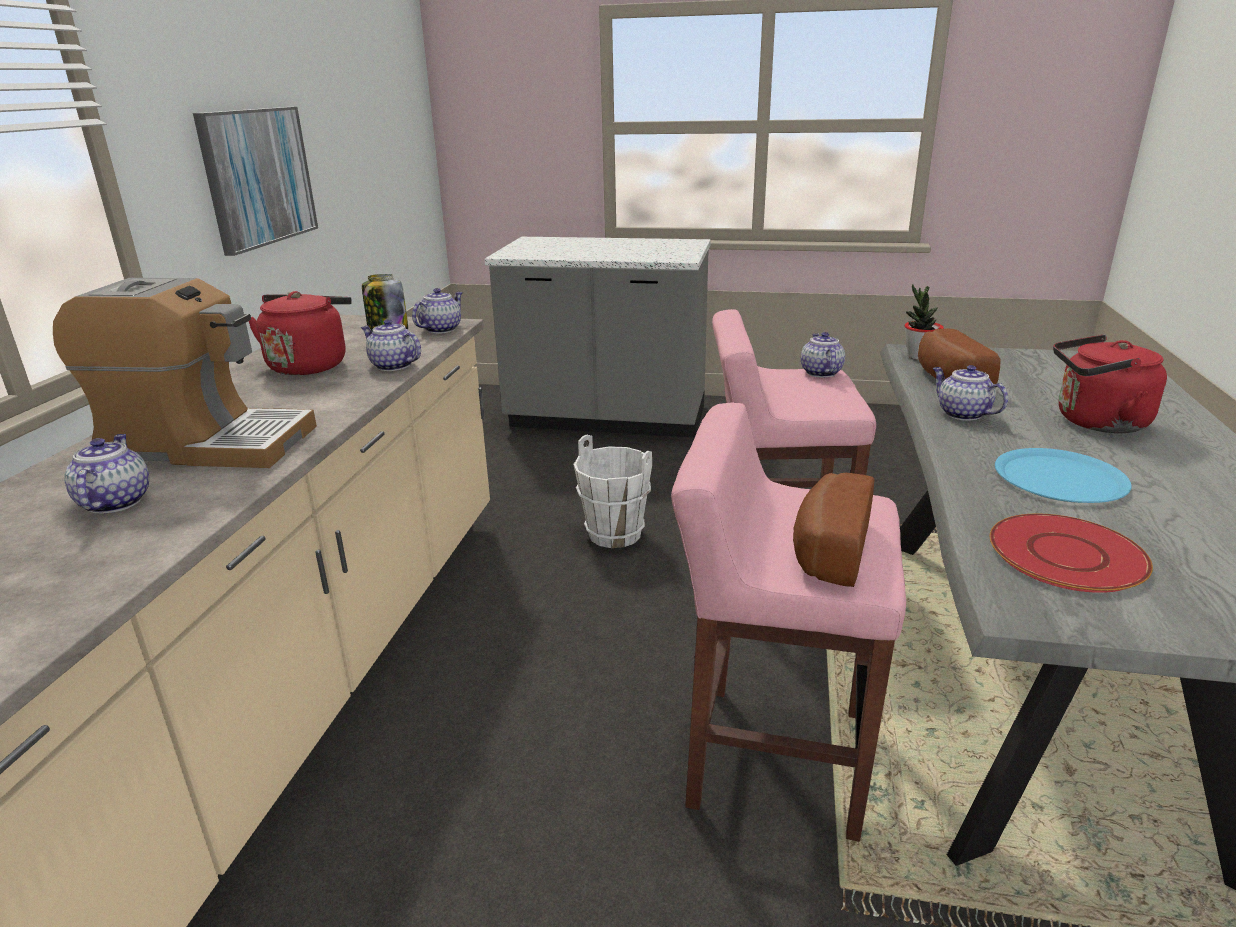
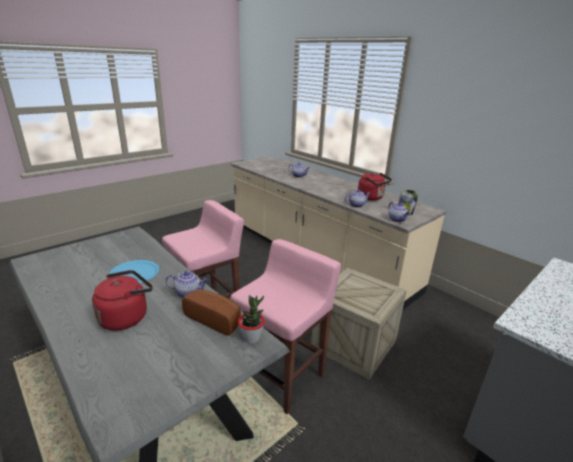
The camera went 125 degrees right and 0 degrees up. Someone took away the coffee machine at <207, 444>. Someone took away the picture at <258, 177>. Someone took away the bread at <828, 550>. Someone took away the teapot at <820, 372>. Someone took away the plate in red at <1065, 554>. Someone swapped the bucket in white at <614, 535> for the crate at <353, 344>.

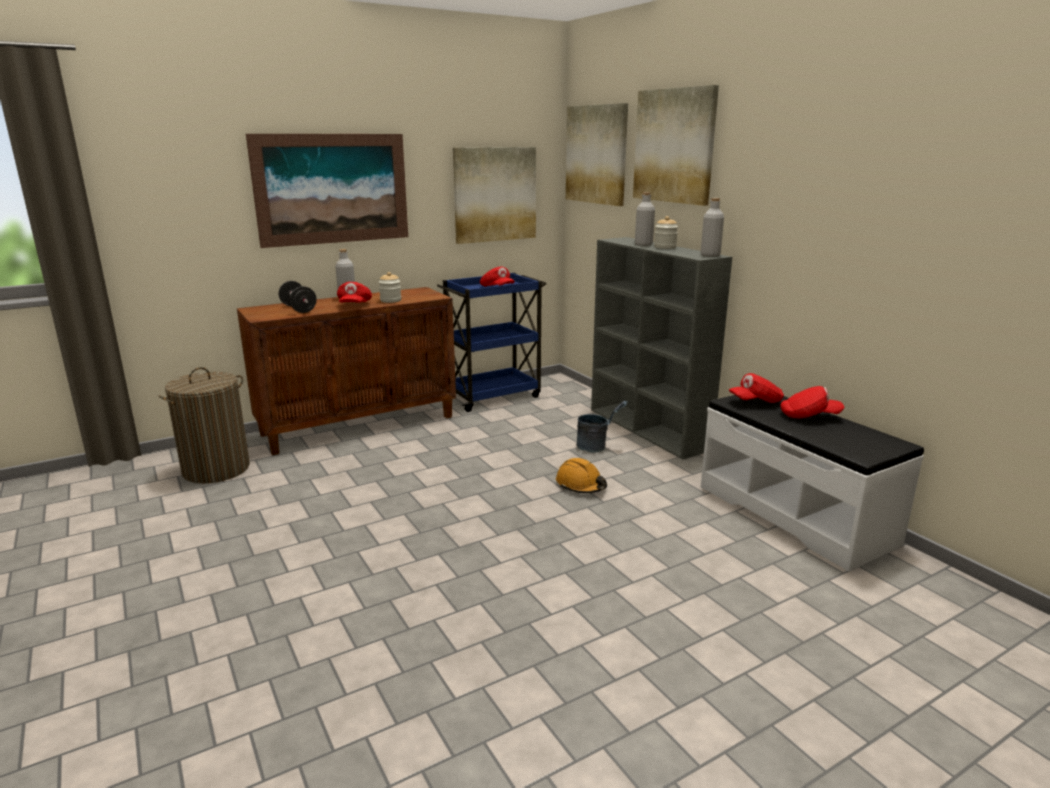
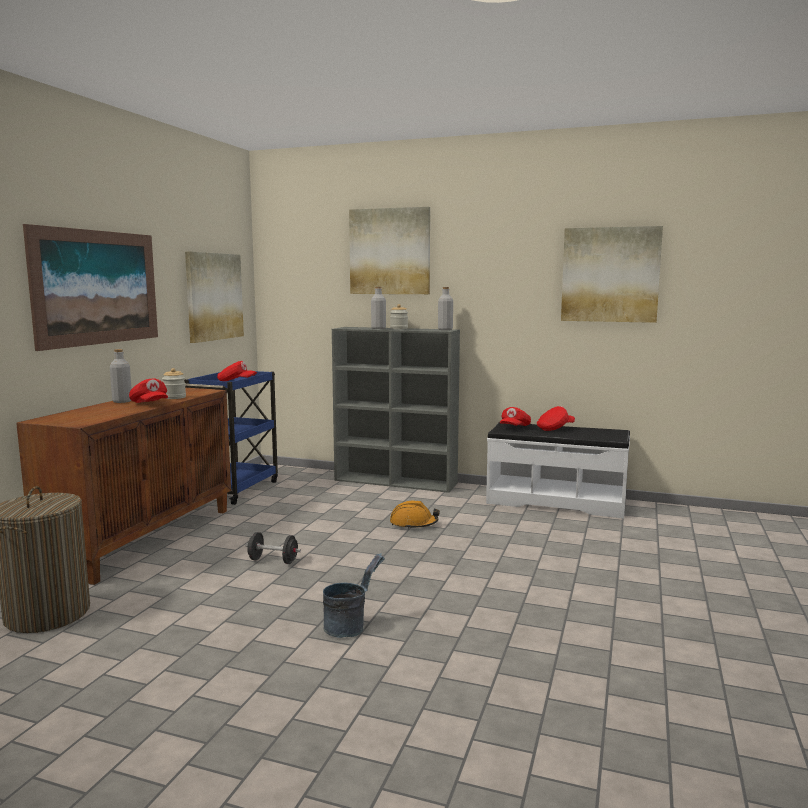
The camera went 40 degrees left and 10 degrees down. Someone carried the dumbbell in black from <298, 309> to <273, 561>. Someone carried the picture from <596, 154> to <610, 275>. Someone carried the bucket in grey from <597, 447> to <350, 626>.

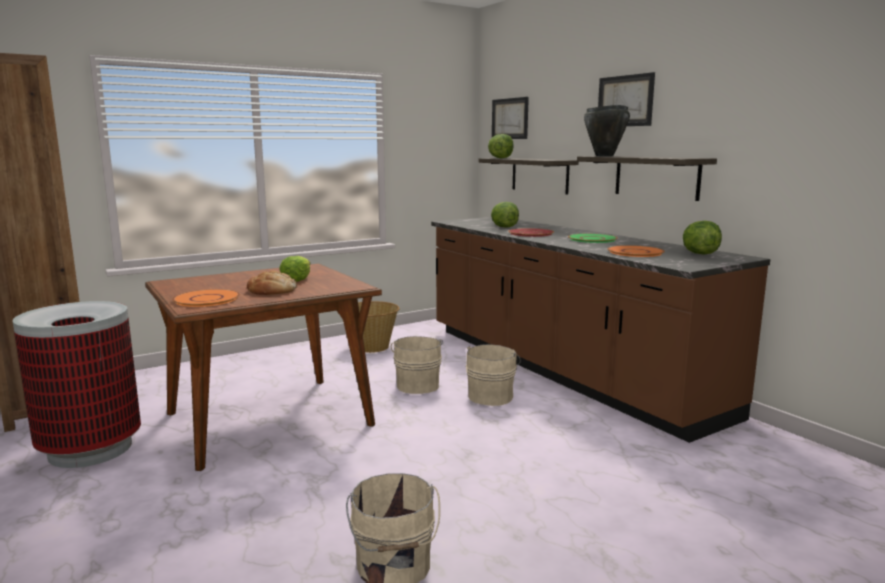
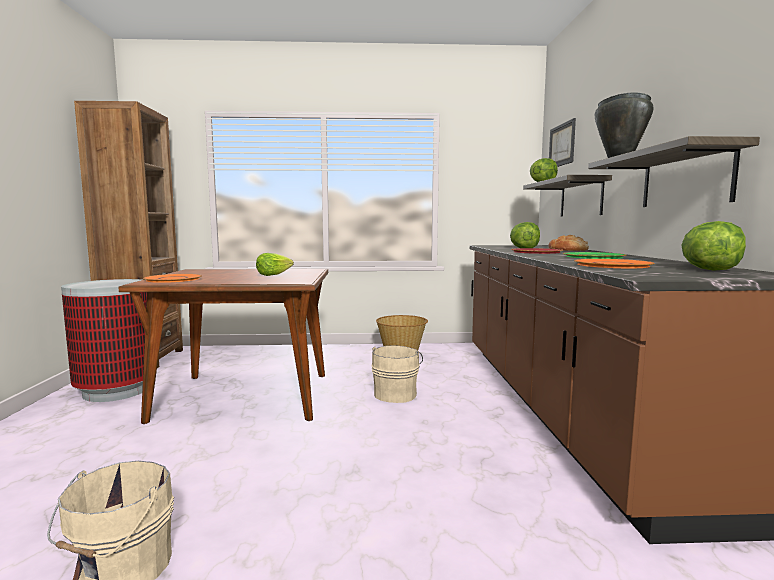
The camera went 30 degrees right and 5 degrees down. Someone took away the bucket in beige at <491, 396>. Someone took away the picture at <625, 101>. Someone carried the bread from <272, 290> to <568, 250>.

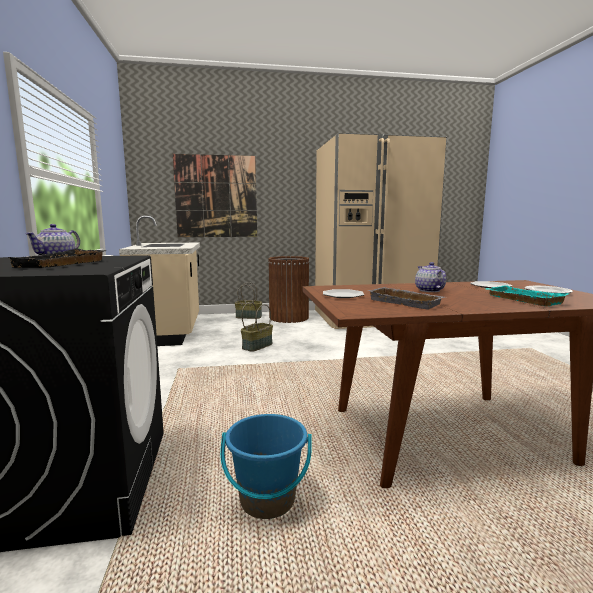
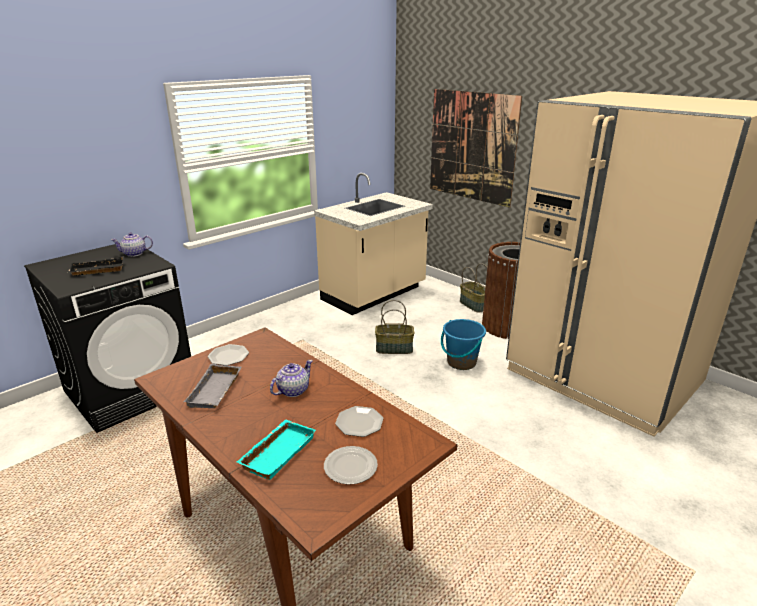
The camera went 55 degrees right and 15 degrees up. Someone carried the bucket in blue from <267, 500> to <461, 362>.

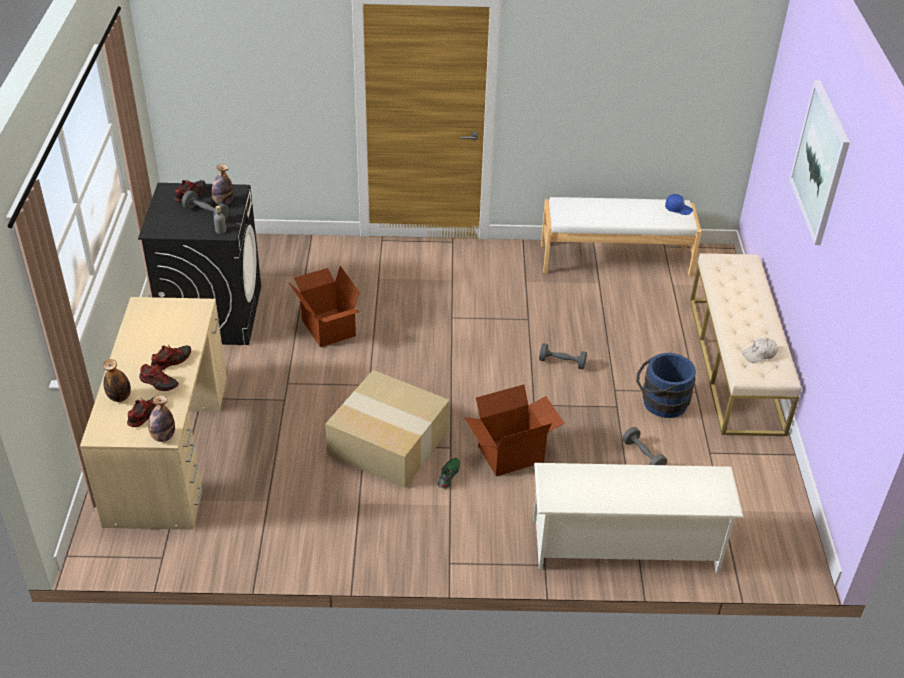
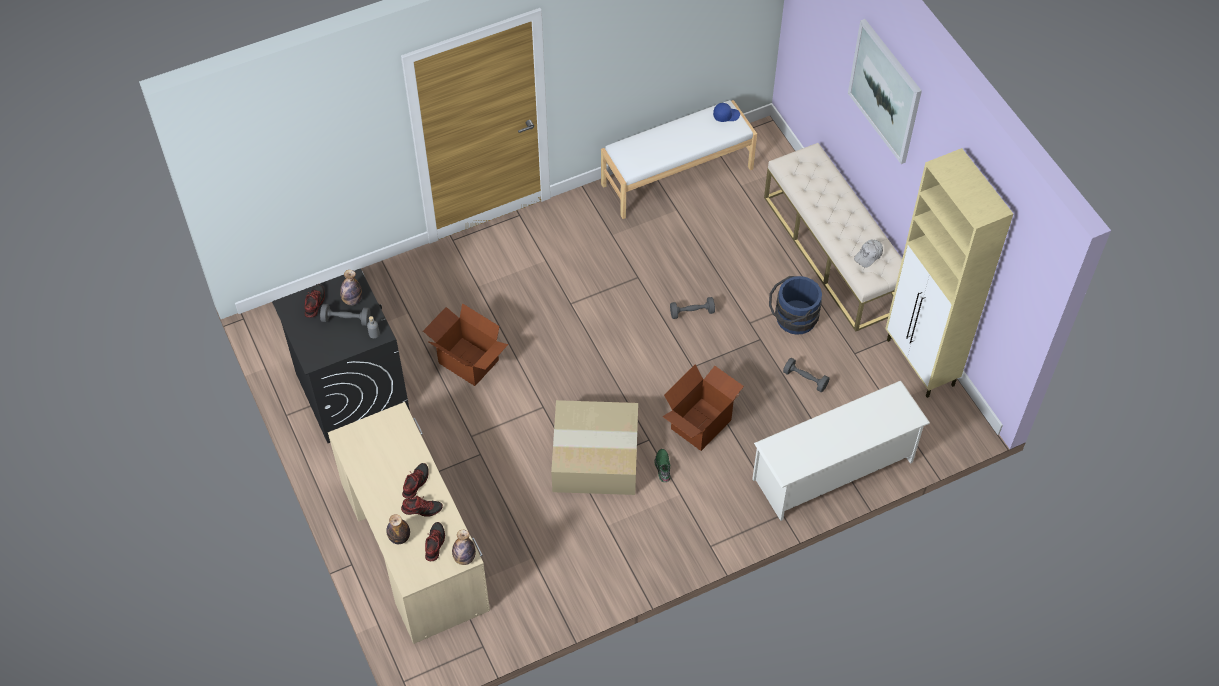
The camera went 25 degrees left and 15 degrees up. Someone put down the cabinet in beige at <920, 363>.

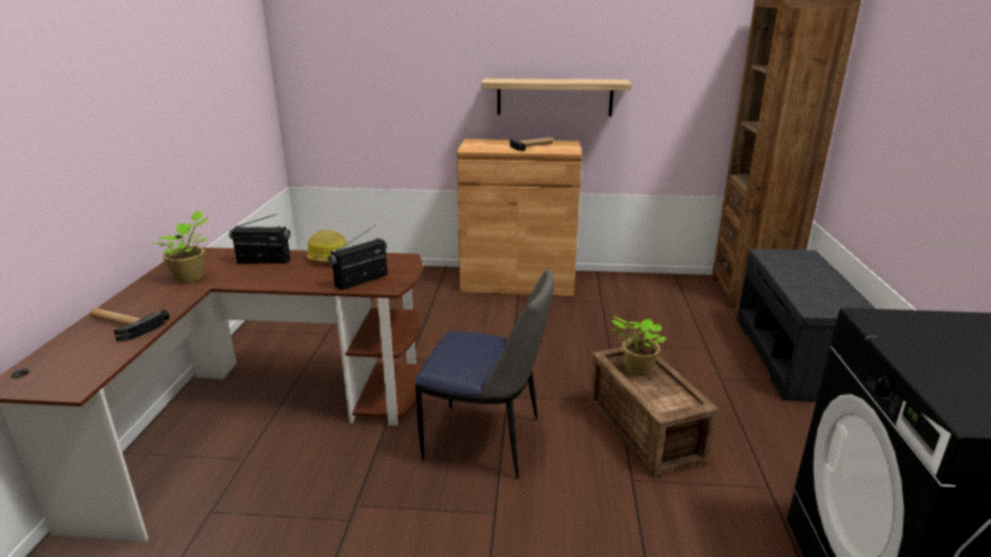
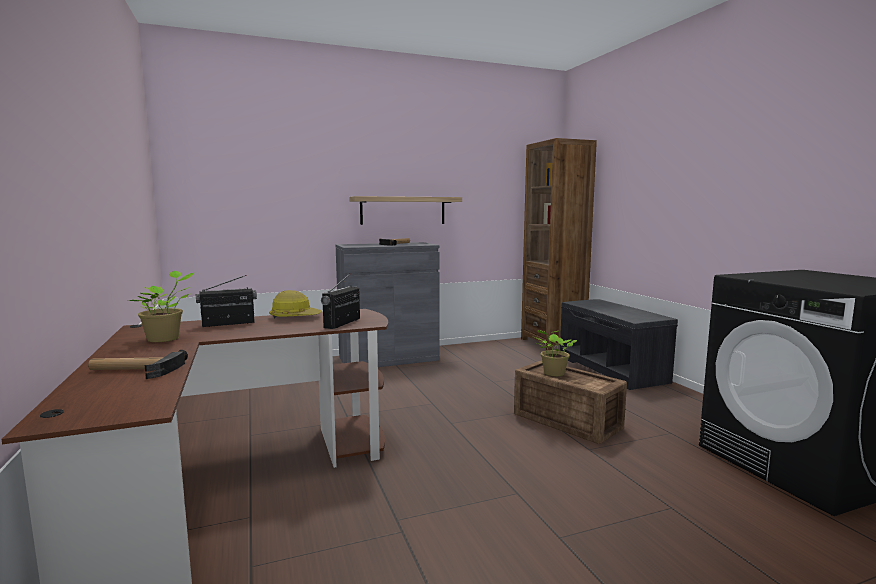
The camera went 25 degrees left and 15 degrees down. Someone took away the chair at <486, 440>. Someone repainted the cabinet in brown at <517, 282>, which became the cabinet in grey at <388, 358>.

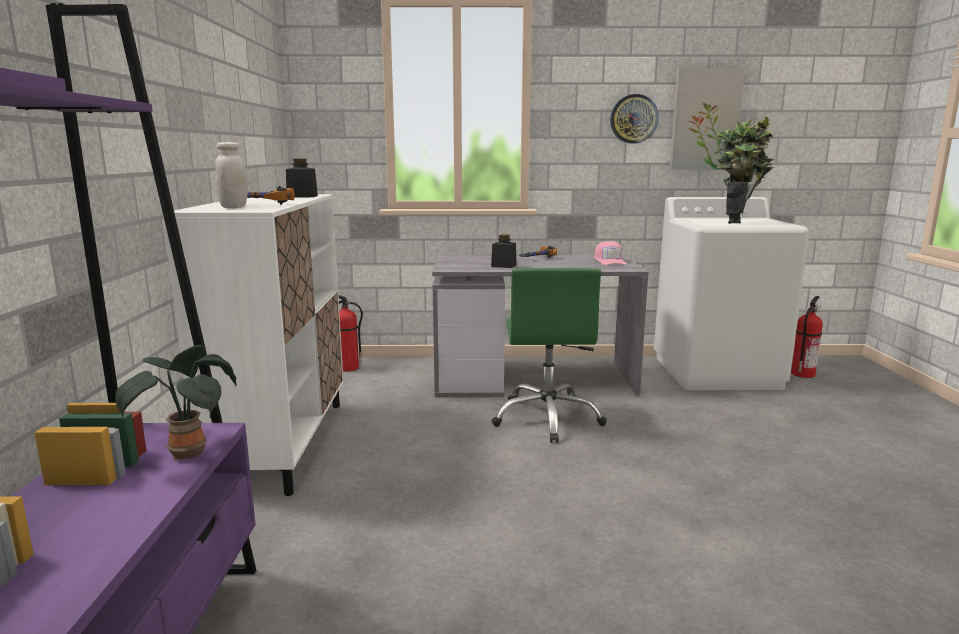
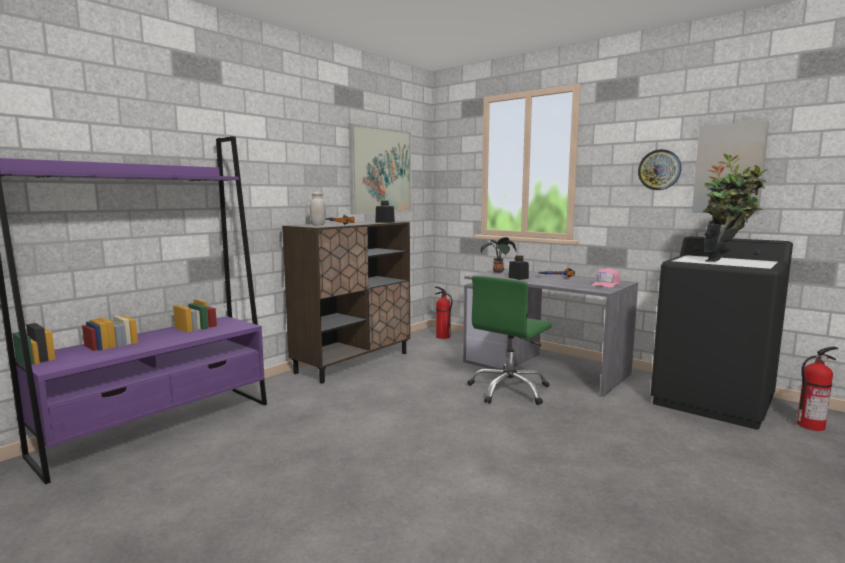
The camera went 40 degrees right and 5 degrees down. Someone put up the picture at <380, 171>. Someone carried the potted plant from <188, 452> to <498, 272>. Someone repainted the cabinet in white at <283, 443>, which became the cabinet in brown at <353, 362>. Someone repainted the washing machine in white at <717, 372>, which became the washing machine in black at <713, 401>.

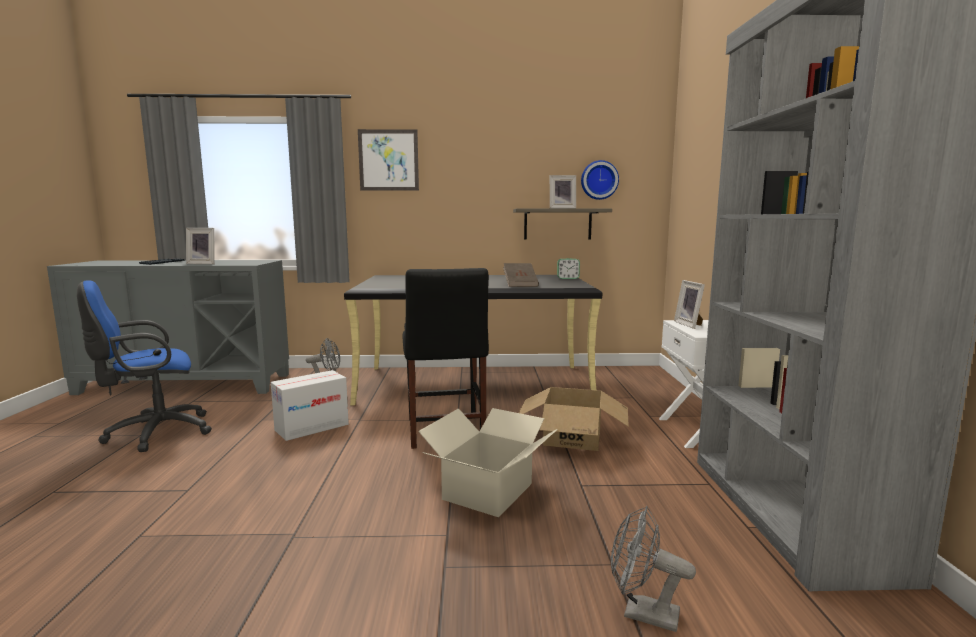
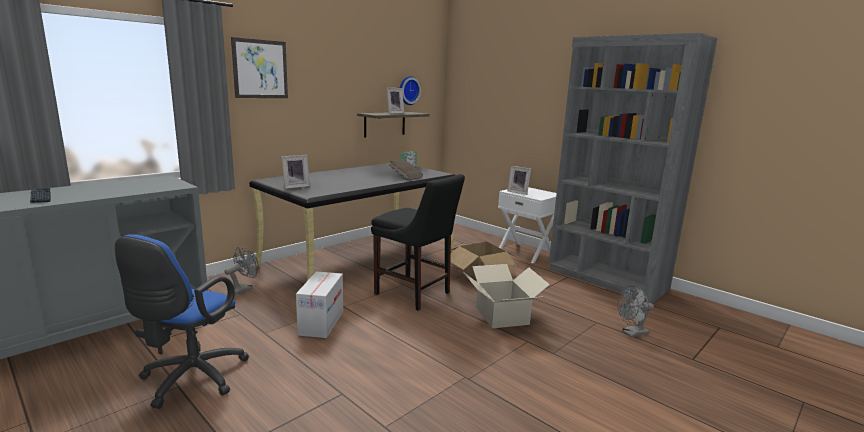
The camera went 45 degrees left and 5 degrees up. Someone carried the picture frame from <203, 263> to <295, 186>.

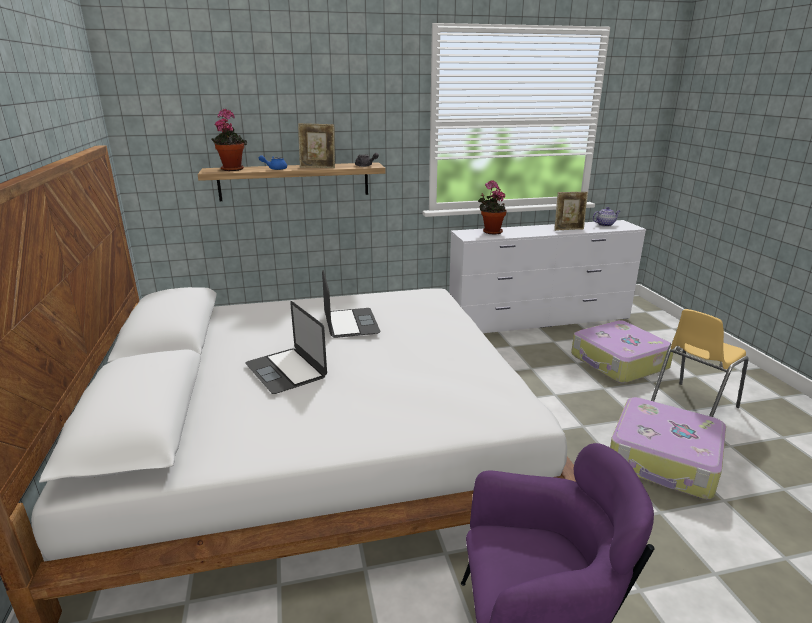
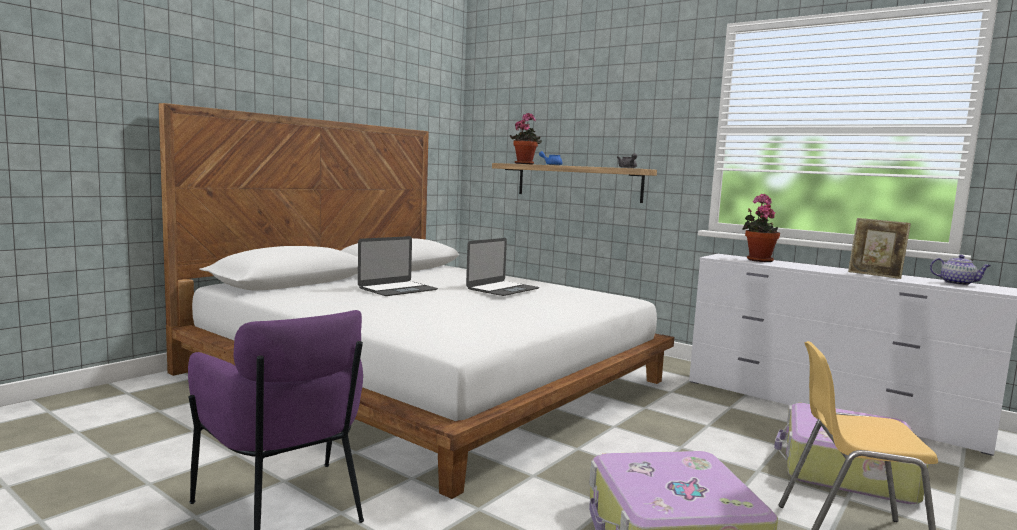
The camera went 50 degrees right and 15 degrees down. Someone took away the picture frame at <318, 167>. Someone rotated the laptop at <286, 370> by 150 degrees counterclockwise.

